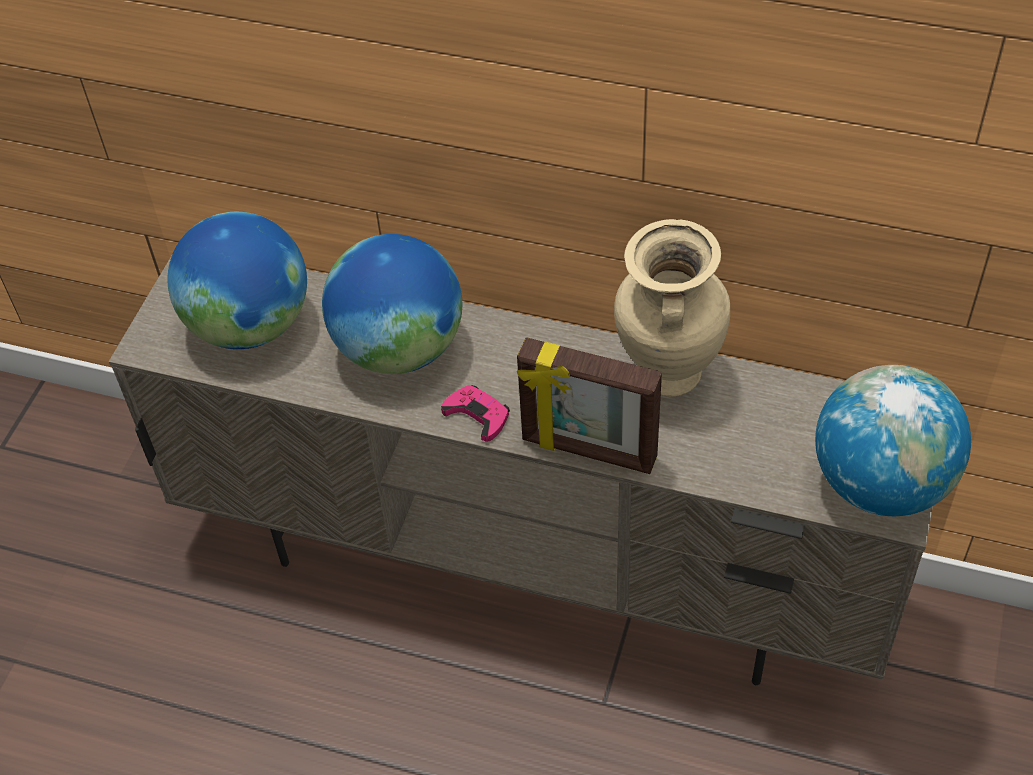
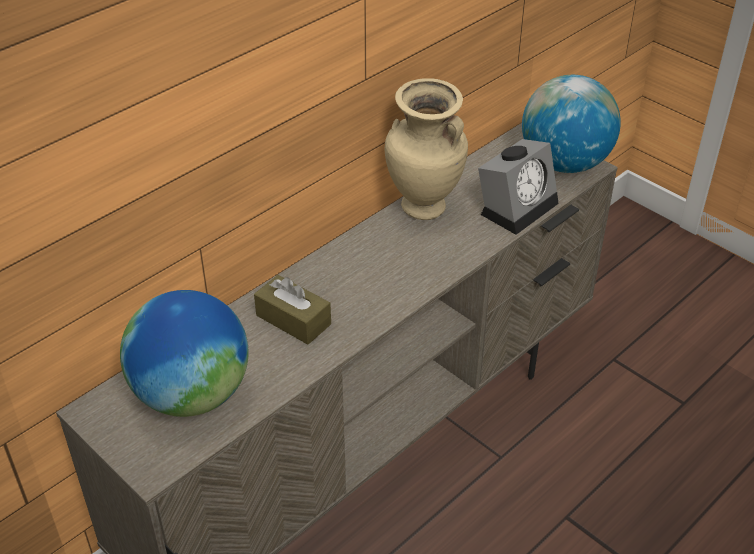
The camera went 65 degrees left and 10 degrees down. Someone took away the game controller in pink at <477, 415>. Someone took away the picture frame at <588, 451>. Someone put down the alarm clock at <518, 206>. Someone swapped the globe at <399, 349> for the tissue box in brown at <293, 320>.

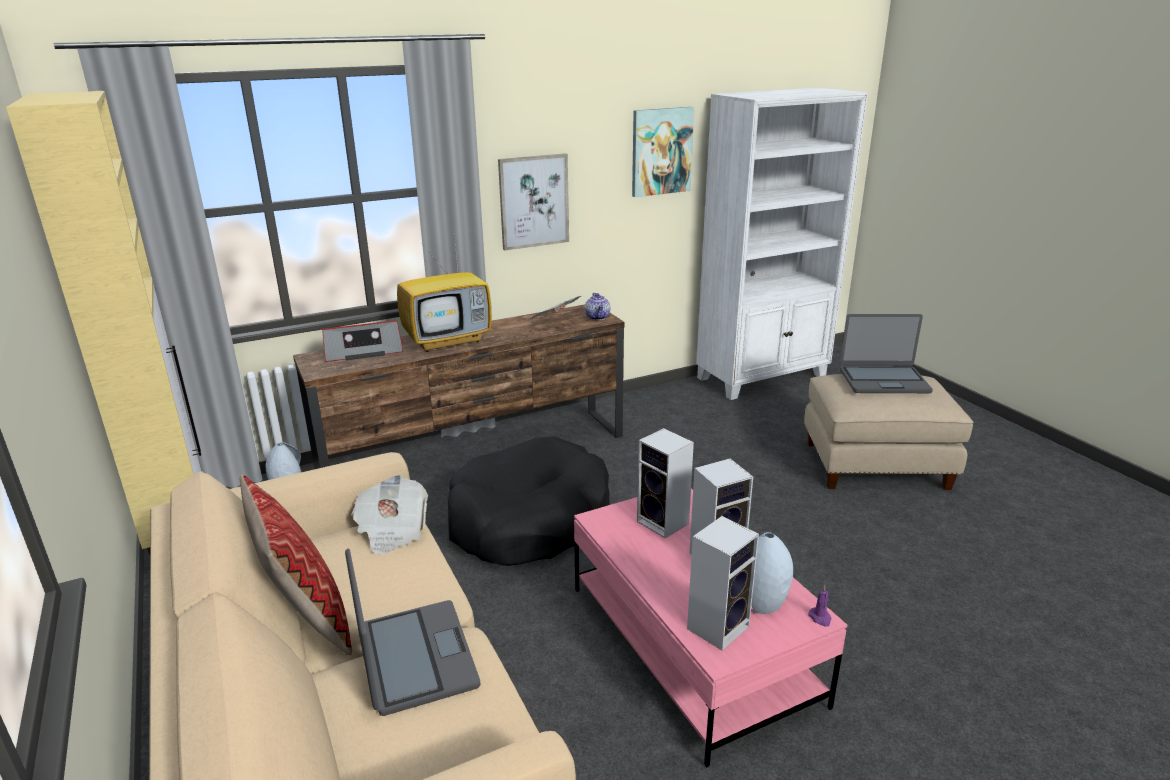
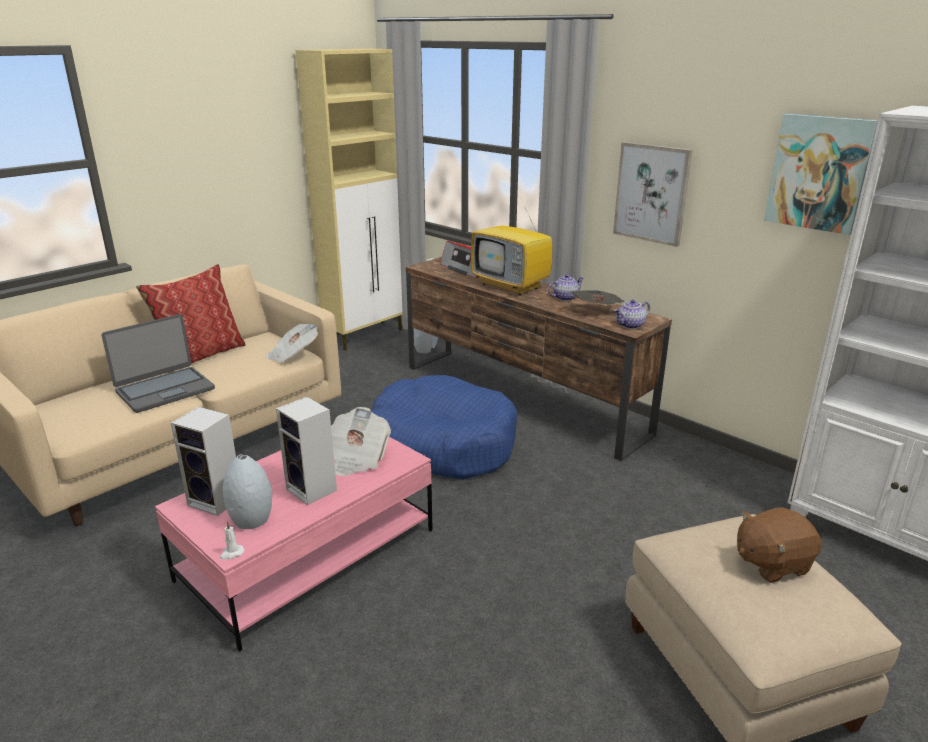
The camera went 70 degrees right and 0 degrees up. Someone put down the teapot at <564, 298>. Someone swapped the speaker at <665, 523> for the newspaper at <357, 458>. Someone swapped the laptop at <883, 380> for the plush toy in brown at <771, 563>. Someone repainted the dog bed in black at <529, 520>, which became the dog bed in blue at <443, 443>. Someone repainted the candle in purple at <820, 618>, which became the candle in white at <231, 553>.

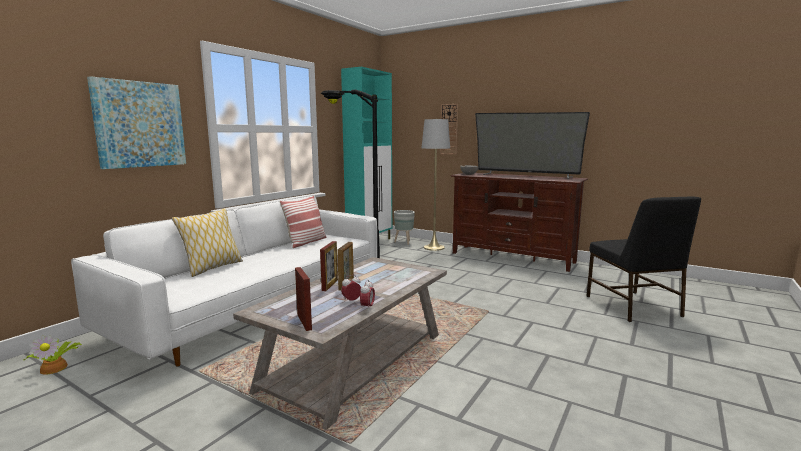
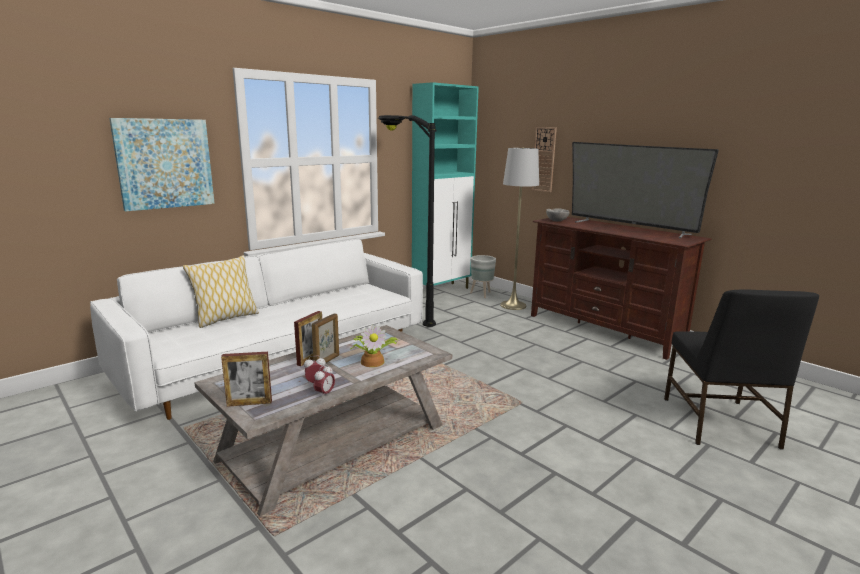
The camera went 15 degrees right and 5 degrees up. Someone took away the pillow at <306, 242>. Someone carried the potted plant from <55, 367> to <373, 361>. Someone rotated the picture frame at <304, 322> by 90 degrees clockwise.

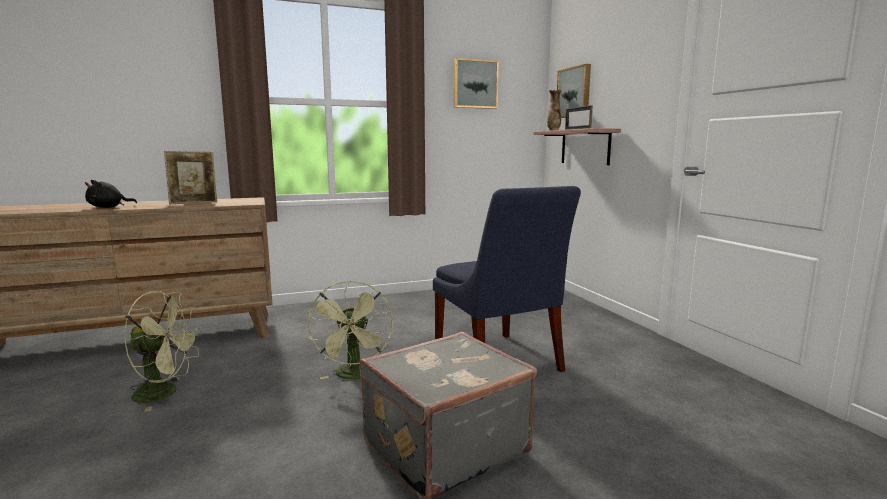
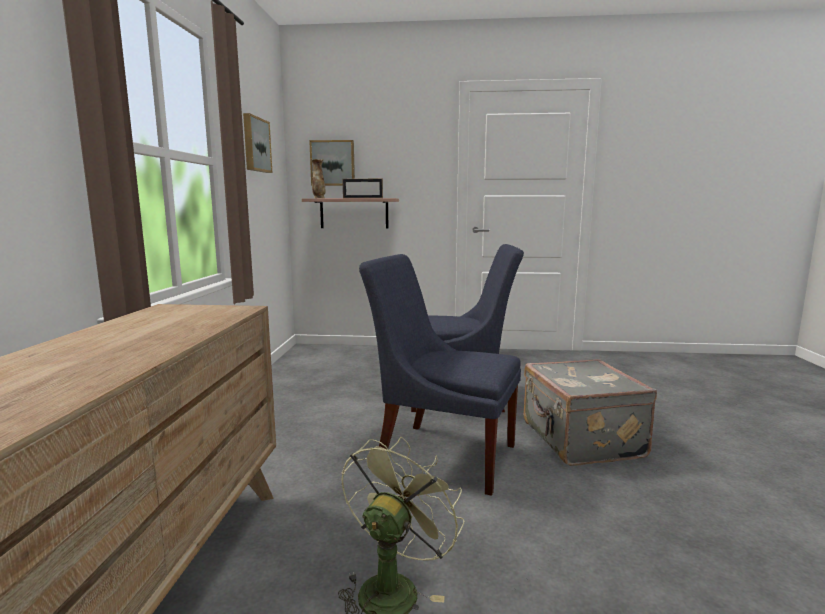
The camera went 65 degrees left and 0 degrees up. Someone took away the plush toy in black at <108, 207>. Someone took away the picture frame at <194, 203>. Someone swapped the fan in green at <355, 376> for the chair in blue at <441, 454>.

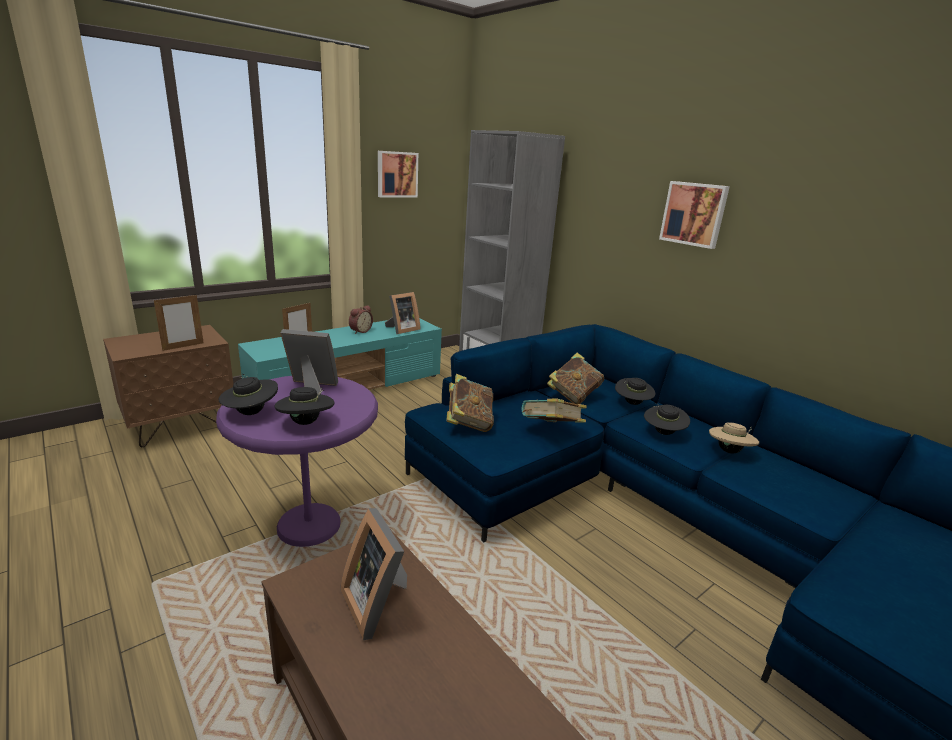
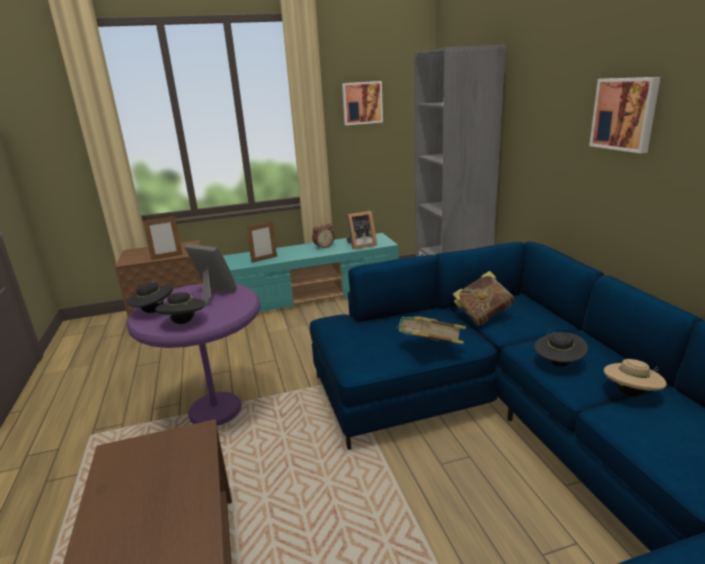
The camera went 25 degrees right and 0 degrees up. Someone took away the picture frame at <378, 603>. Someone took away the book at <469, 423>. Someone took away the hat in black at <632, 403>.

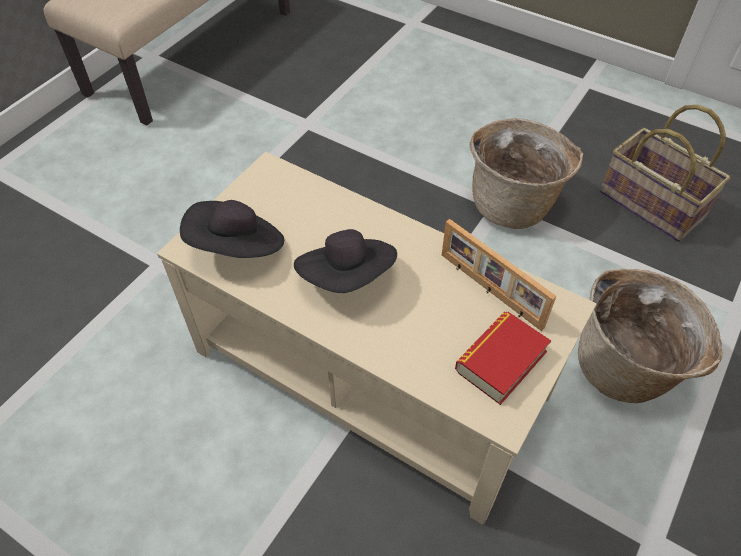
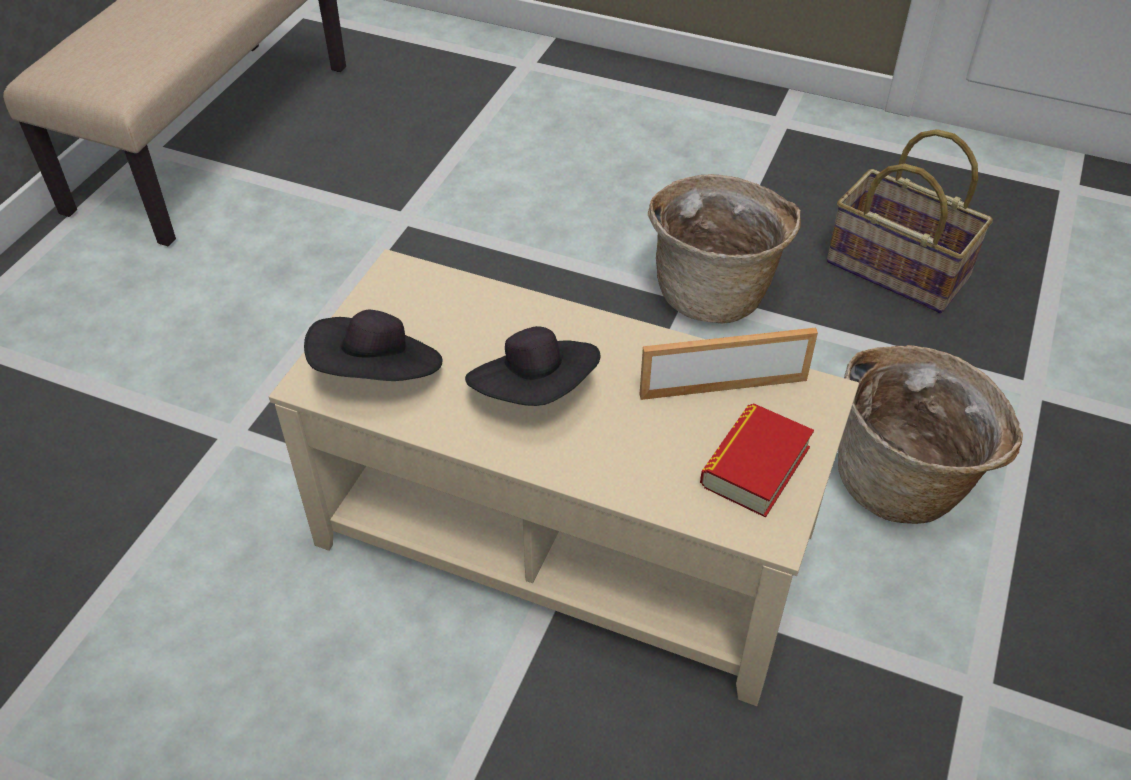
The camera went 10 degrees left and 5 degrees down. Someone rotated the picture frame at <489, 291> by 135 degrees clockwise.

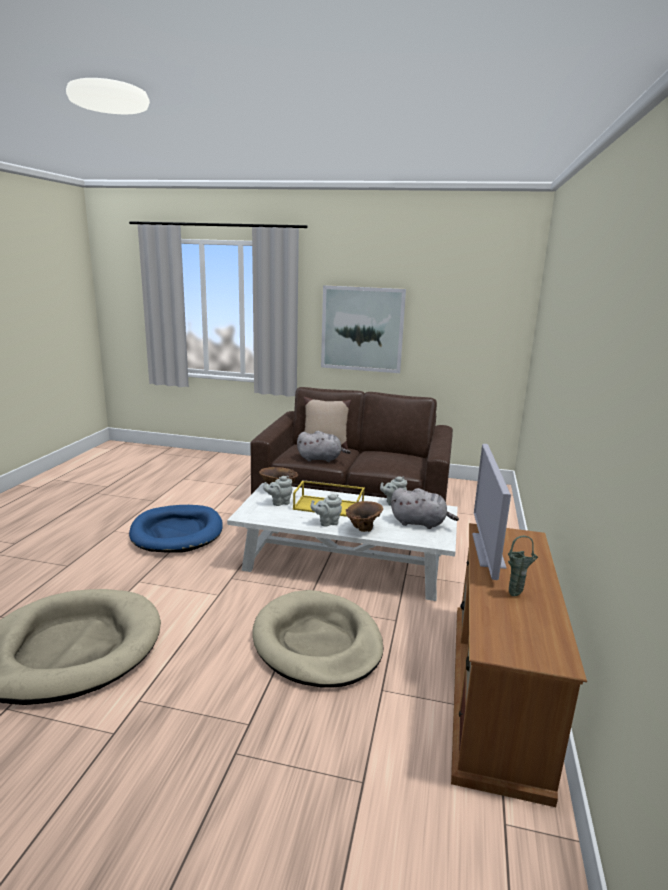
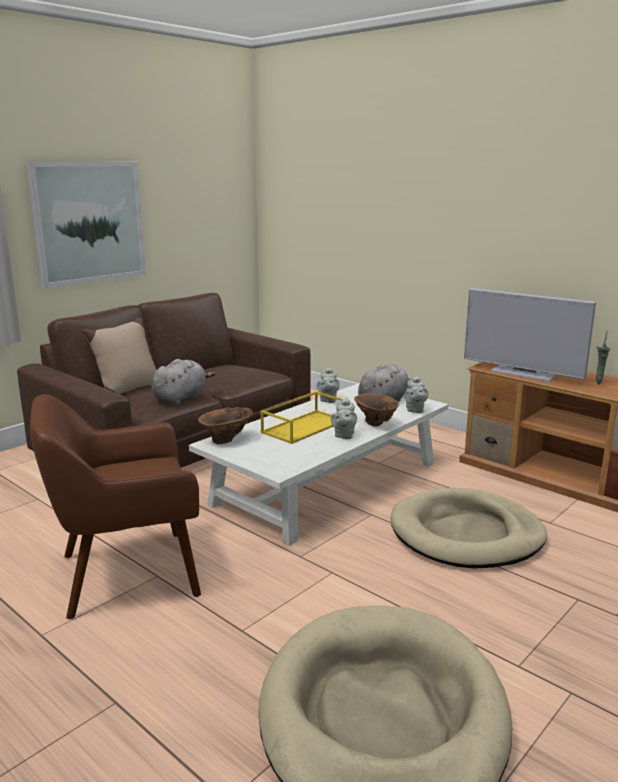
The camera went 60 degrees left and 0 degrees up. Someone carried the teapot in grey from <279, 502> to <414, 410>. Someone swapped the dog bed in blue at <177, 532> for the armchair in brown at <126, 574>.

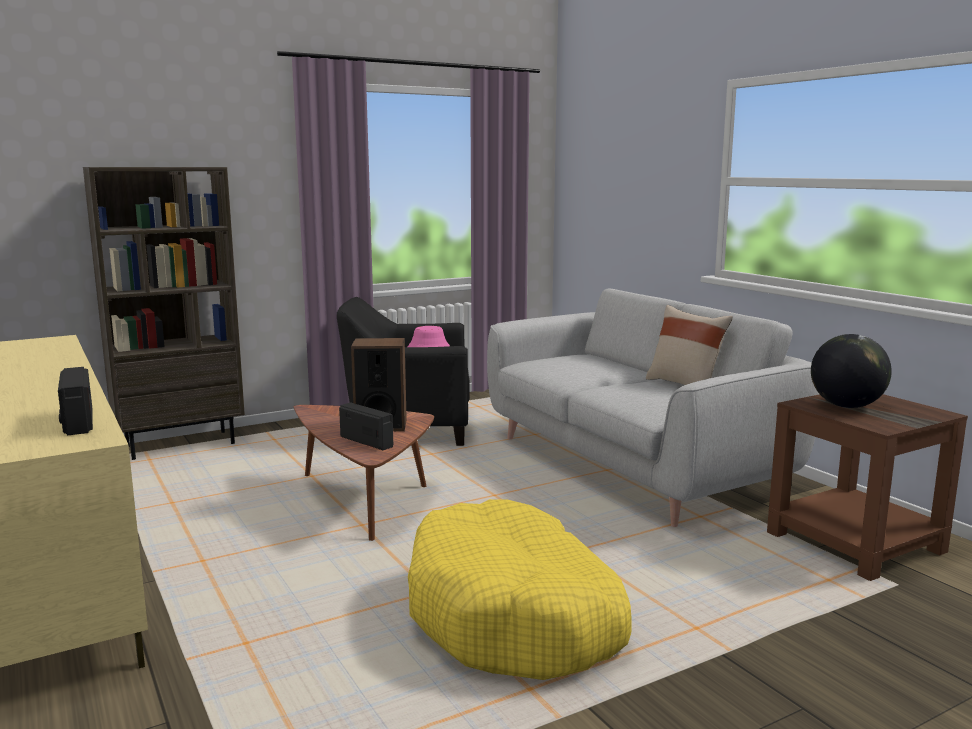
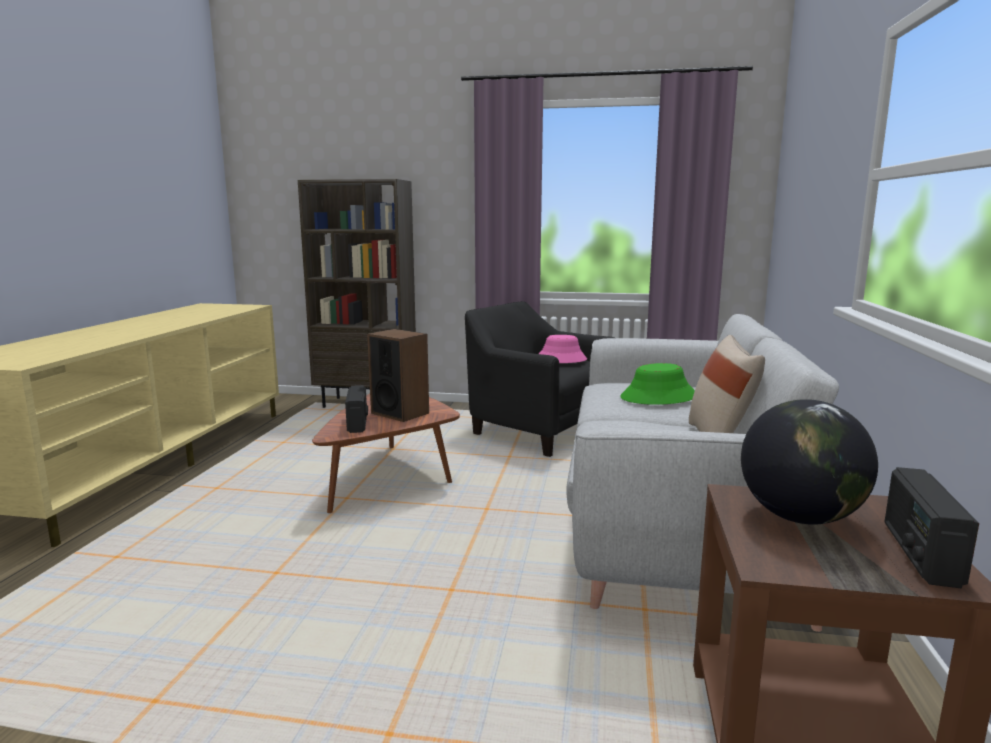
The camera went 40 degrees right and 0 degrees up. Someone took away the dog bed in yellow at <514, 616>. Someone put down the hat in green at <658, 397>. Someone carried the radio from <77, 422> to <920, 553>.

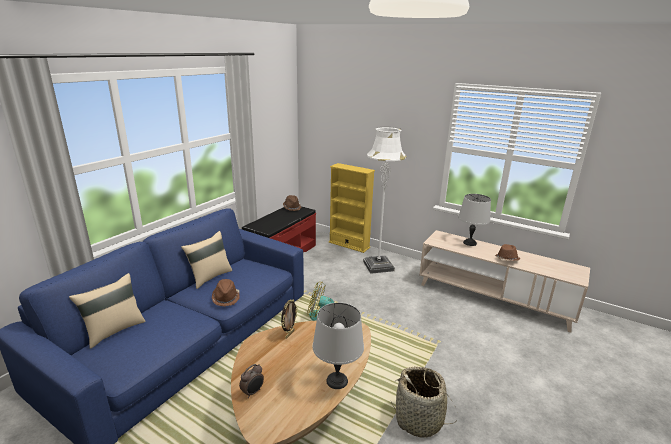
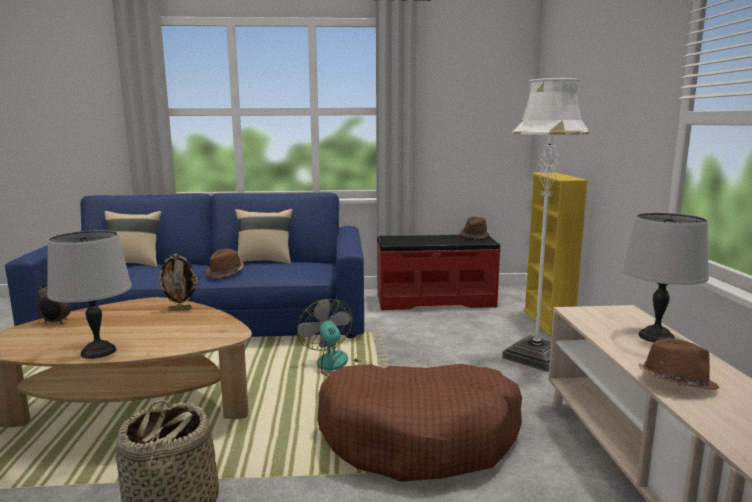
The camera went 55 degrees right and 10 degrees down. Someone put down the dog bed in brown at <419, 437>.

